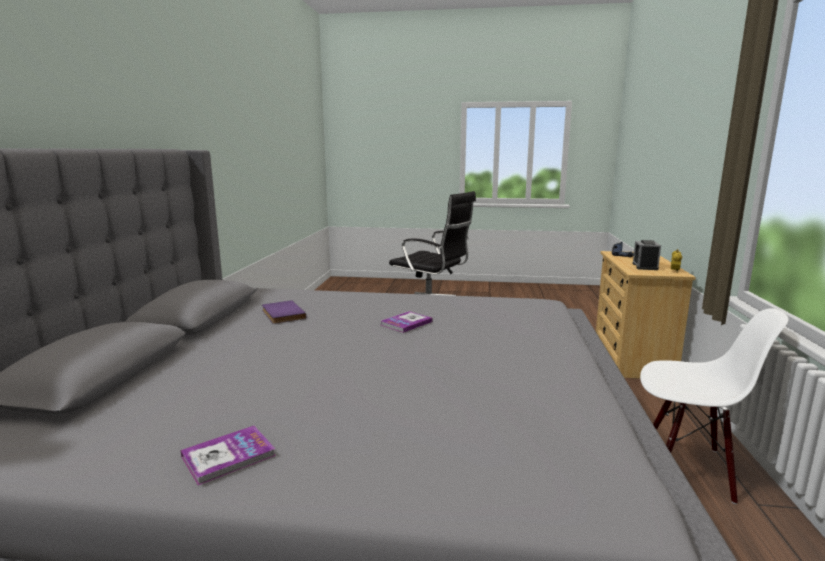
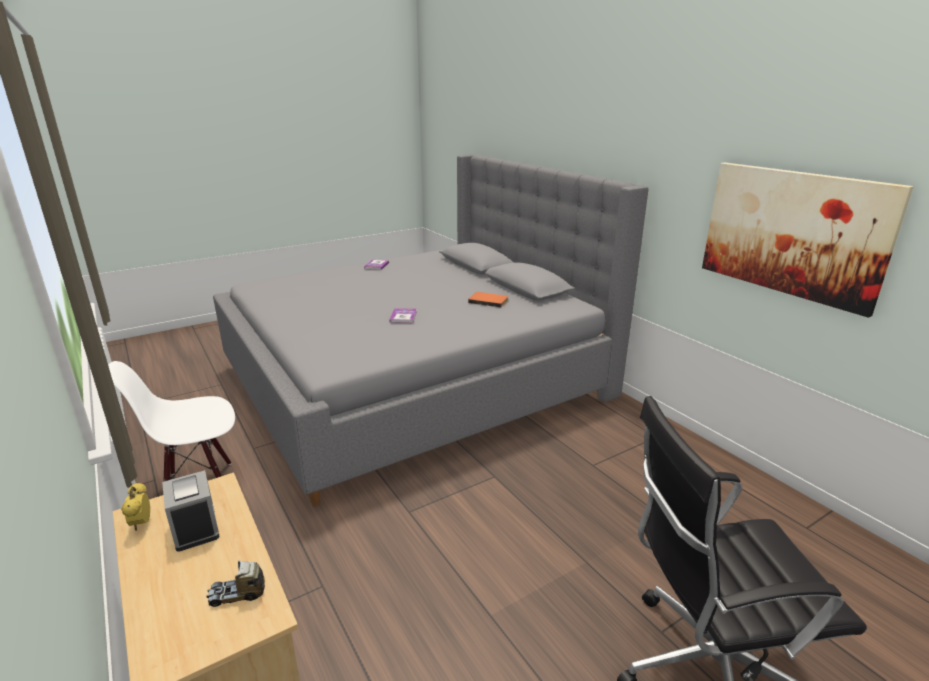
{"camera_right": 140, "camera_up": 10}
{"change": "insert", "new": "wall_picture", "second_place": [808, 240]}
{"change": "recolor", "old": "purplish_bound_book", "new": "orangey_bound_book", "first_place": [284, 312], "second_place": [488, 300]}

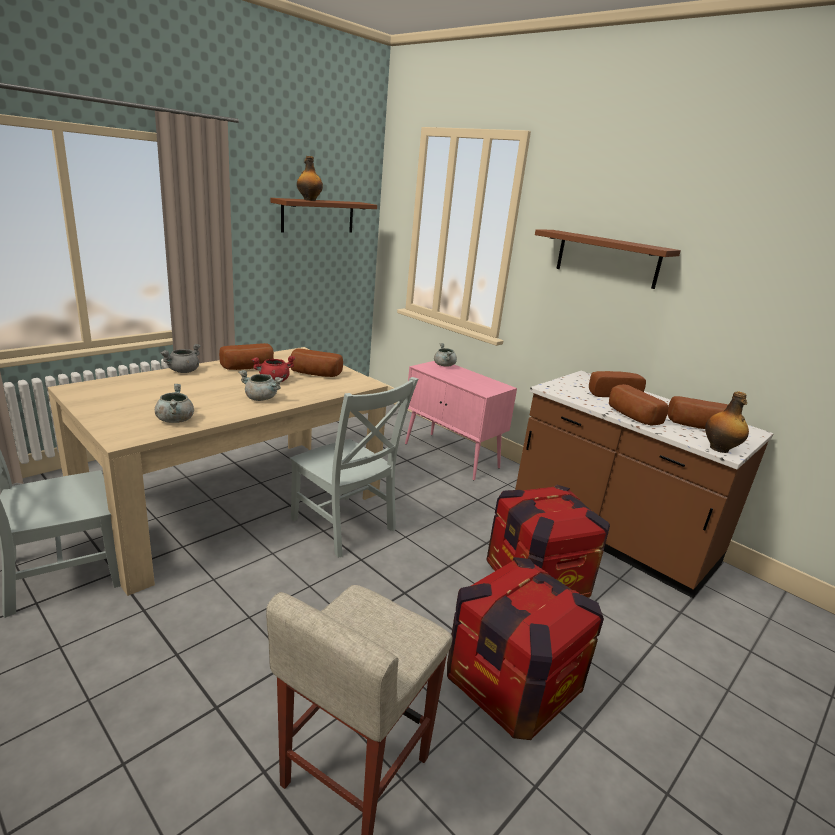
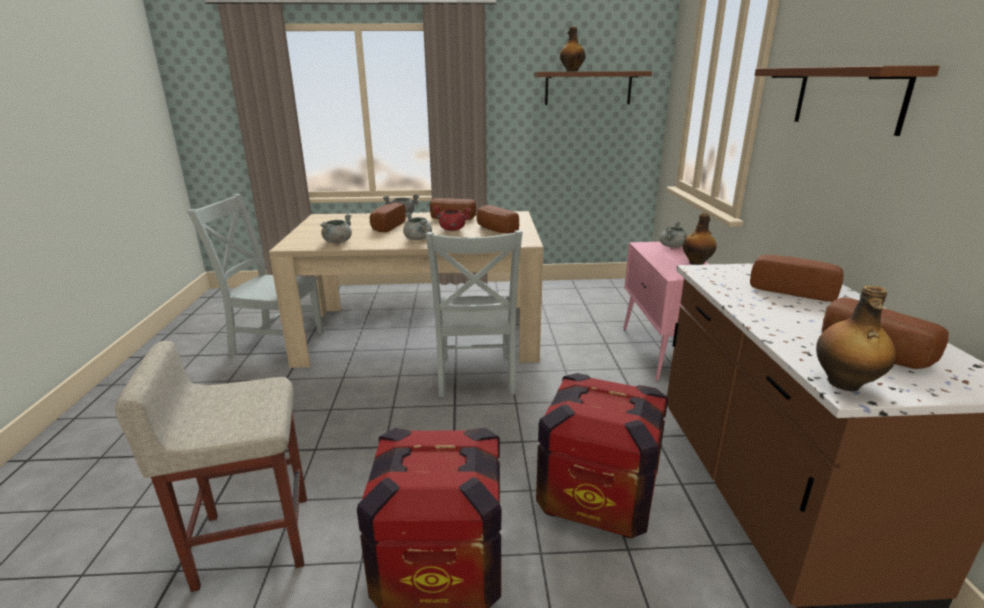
{"camera_right": 45, "camera_up": 0}
{"change": "insert", "new": "bottle", "second_place": [700, 239]}
{"change": "move", "old": "bread", "first_place": [638, 405], "second_place": [388, 217]}

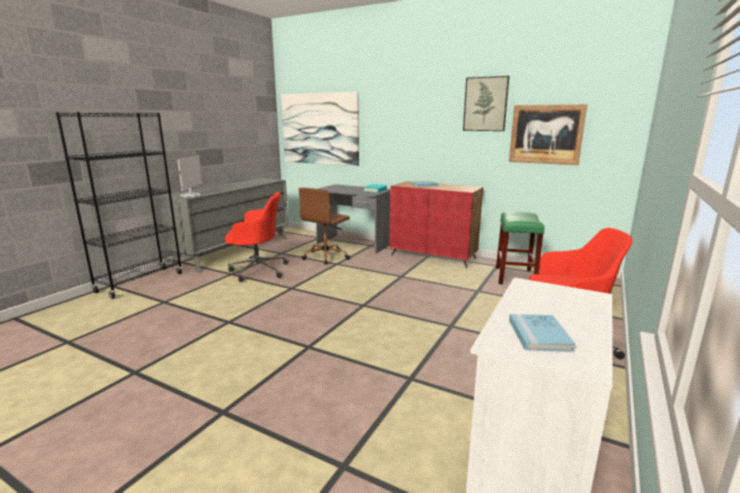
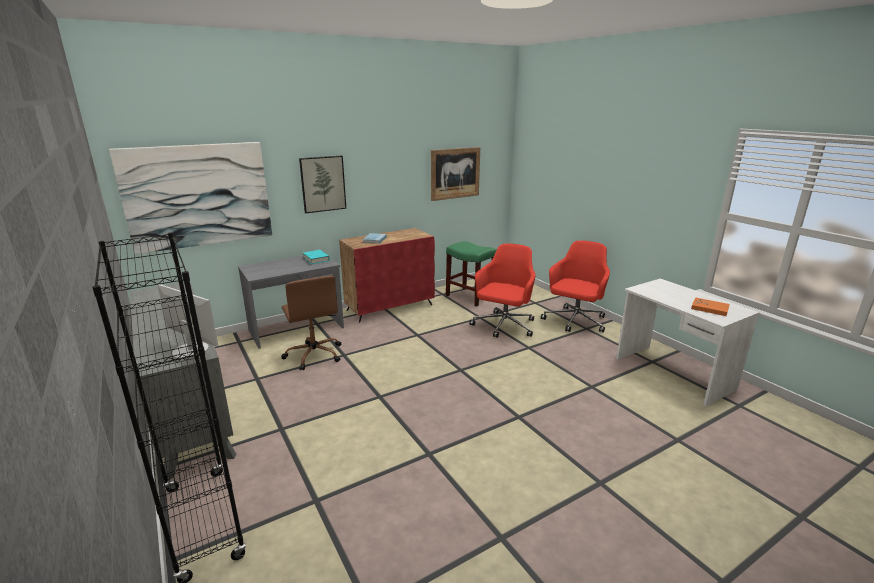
{"camera_right": -60, "camera_up": 5}
{"change": "move", "old": "red-coloured_computer_chair", "first_place": [257, 237], "second_place": [502, 290]}
{"change": "move", "old": "wall_picture", "first_place": [486, 103], "second_place": [322, 184]}
{"change": "recolor", "old": "blue_bound_book", "new": "orangey_bound_book", "first_place": [542, 333], "second_place": [710, 306]}

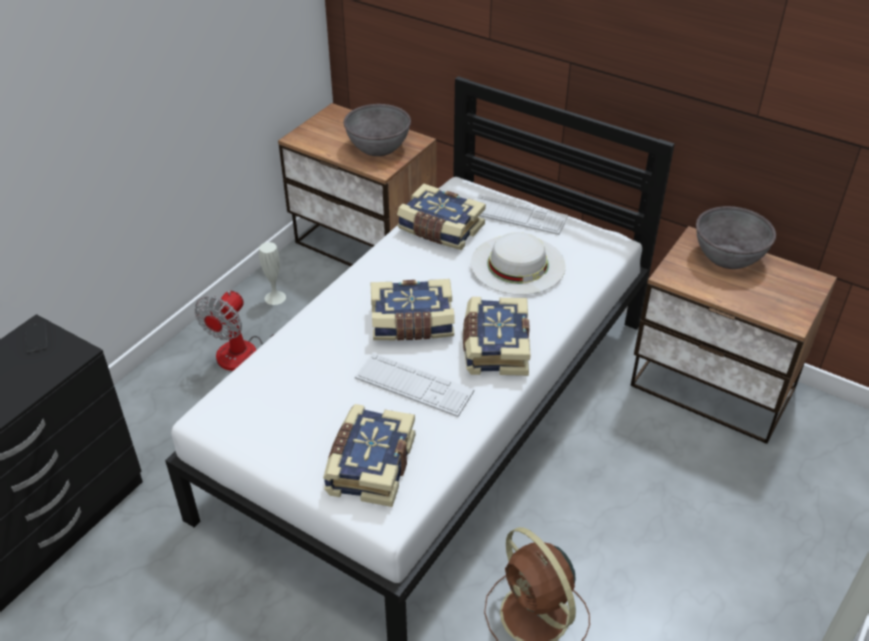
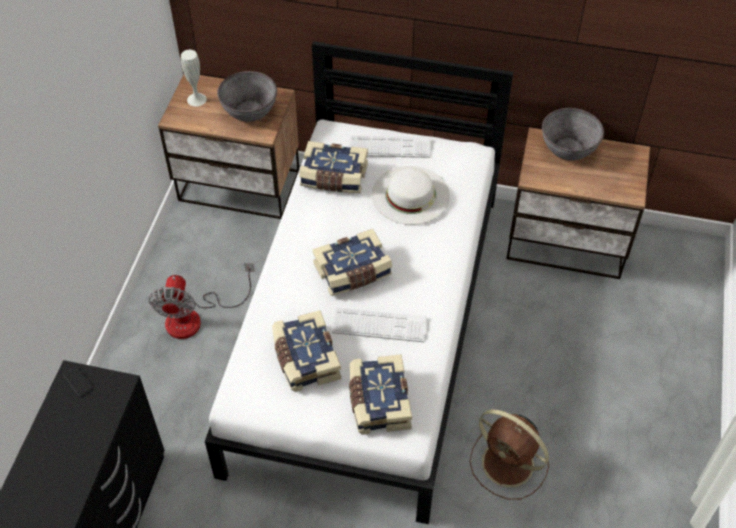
{"camera_right": -20, "camera_up": 10}
{"change": "move", "old": "white-coloured_decorative_vase", "first_place": [272, 273], "second_place": [194, 78]}
{"change": "move", "old": "bound_book", "first_place": [496, 336], "second_place": [306, 351]}

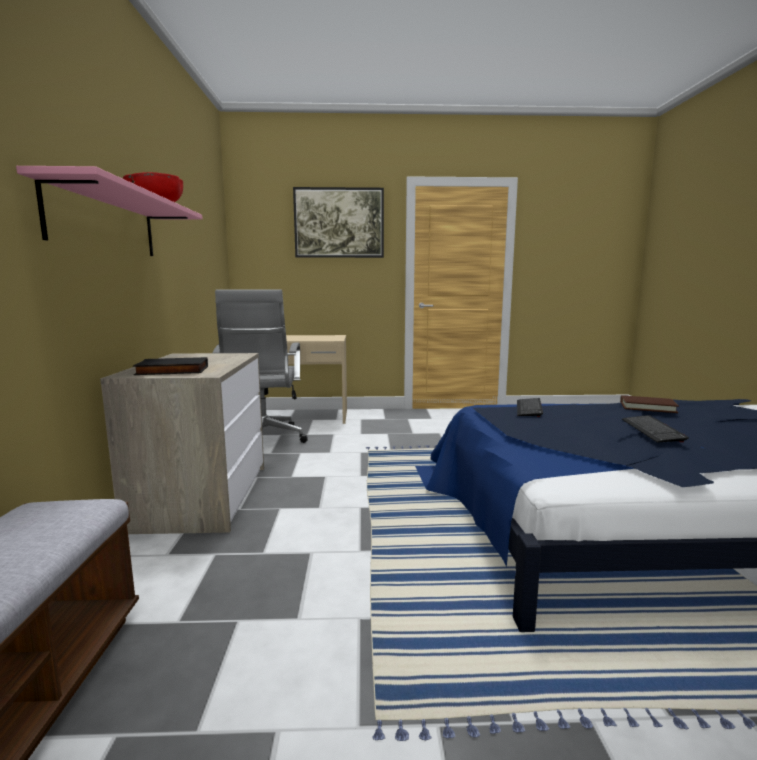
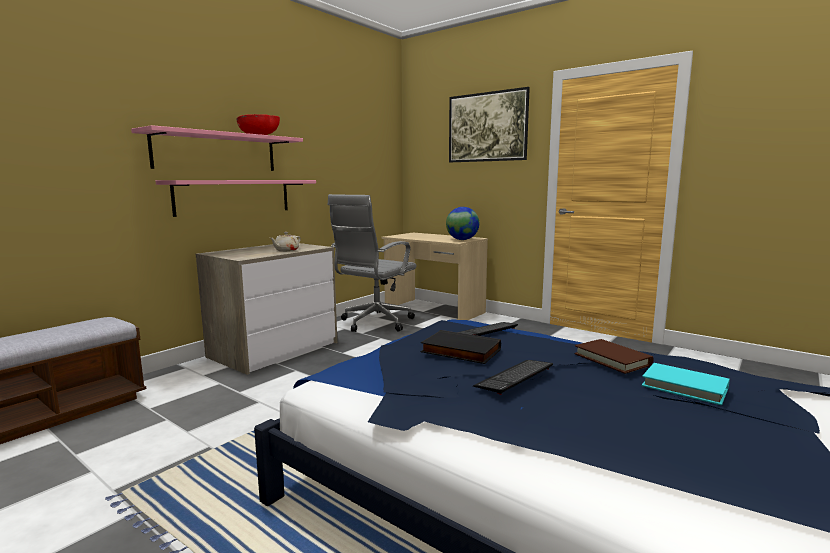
{"camera_right": 40, "camera_up": 0}
{"change": "insert", "new": "pink_bracket_shelf", "second_place": [235, 198]}
{"change": "insert", "new": "beige-coloured_pot_for_tea", "second_place": [285, 242]}
{"change": "insert", "new": "desk_globe", "second_place": [462, 223]}
{"change": "insert", "new": "turquoise_bound_book", "second_place": [686, 384]}
{"change": "move", "old": "black-coloured_bound_book", "first_place": [170, 366], "second_place": [461, 347]}

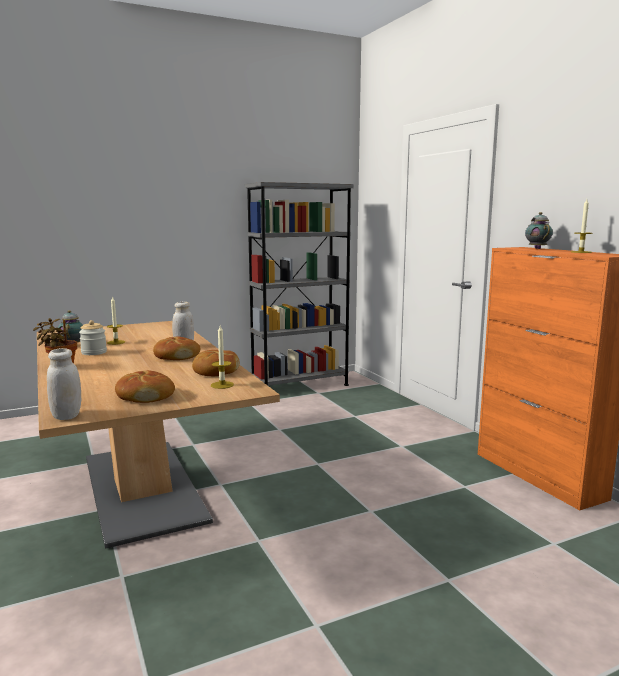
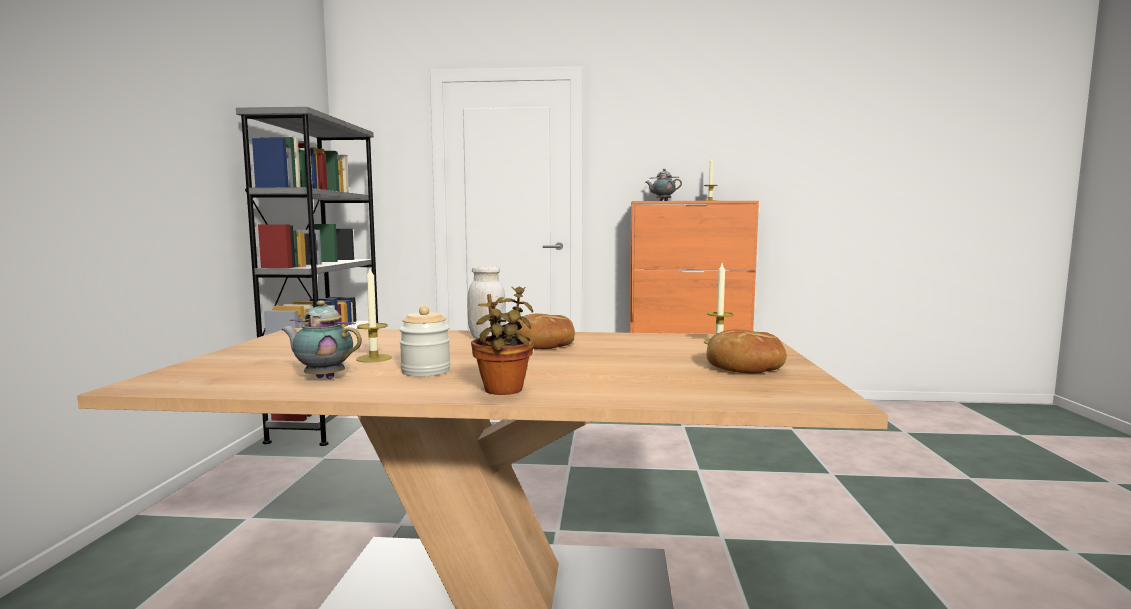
{"camera_right": -60, "camera_up": -5}
{"change": "delete", "old": "white-coloured_preserve_jar", "first_place": [64, 384]}
{"change": "delete", "old": "bread", "first_place": [216, 363]}

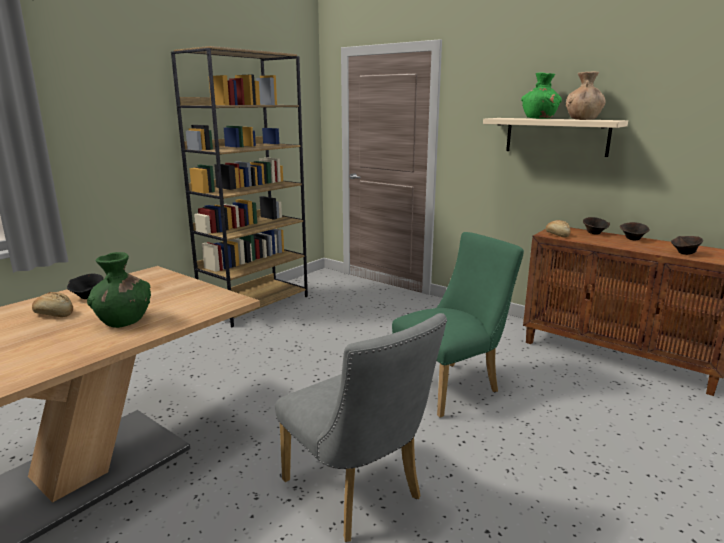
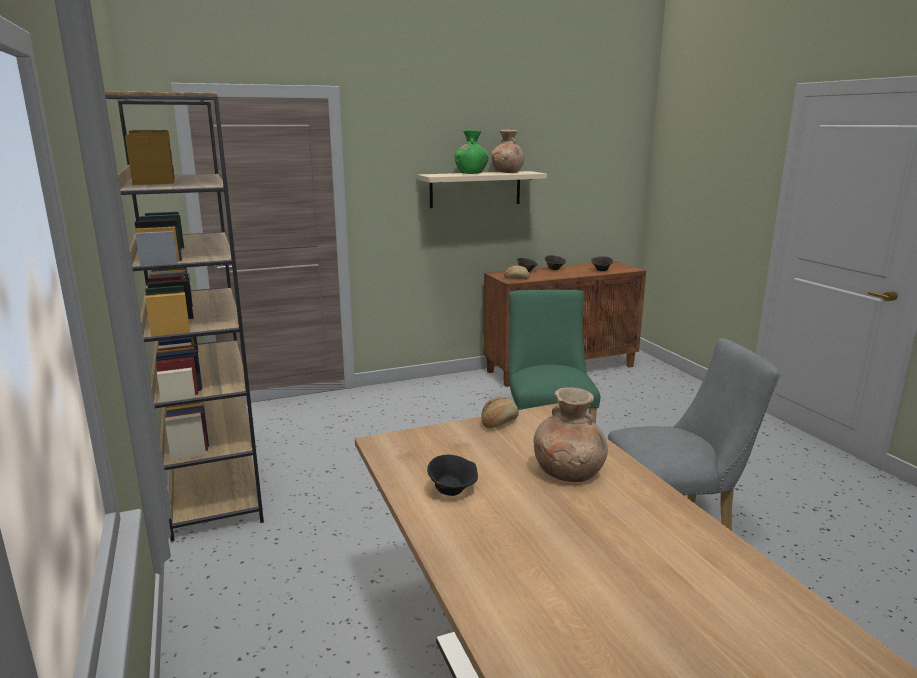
{"camera_right": -60, "camera_up": 0}
{"change": "move", "old": "bread", "first_place": [52, 304], "second_place": [500, 412]}
{"change": "recolor", "old": "green_decorative_vase", "new": "brownish_decorative_vase", "first_place": [119, 290], "second_place": [571, 435]}

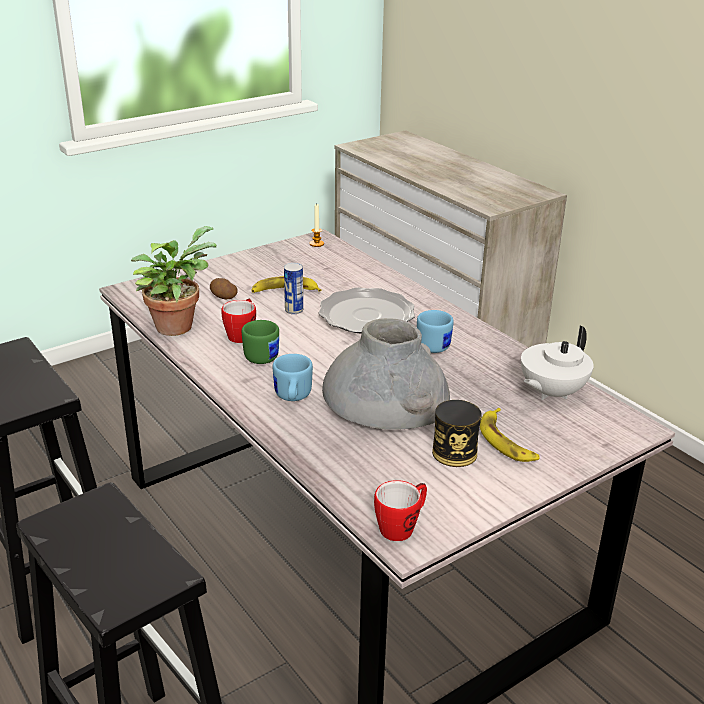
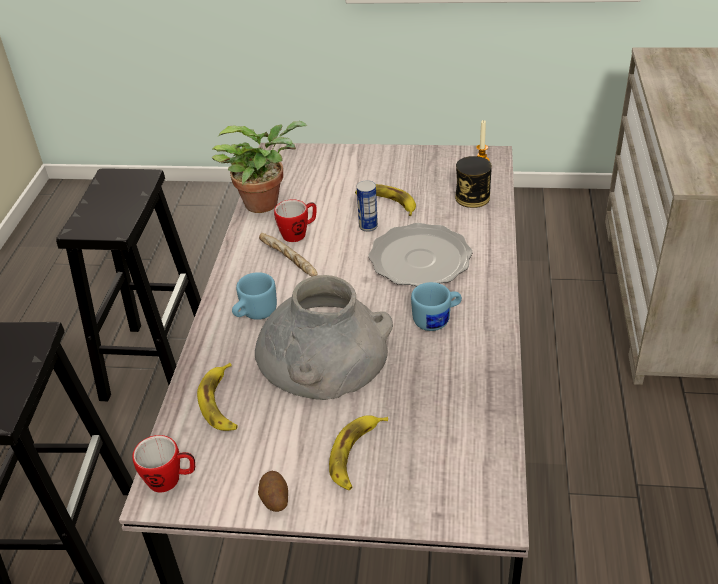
{"camera_right": 45, "camera_up": 10}
{"change": "delete", "old": "white-coloured_pot_for_tea", "first_place": [557, 362]}
{"change": "insert", "new": "banana_fruit", "second_place": [217, 397]}
{"change": "move", "old": "whole_potato", "first_place": [223, 288], "second_place": [273, 491]}
{"change": "move", "old": "can", "first_place": [457, 433], "second_place": [473, 182]}
{"change": "replace", "old": "green_mug", "new": "bread", "first_place": [260, 342], "second_place": [288, 254]}

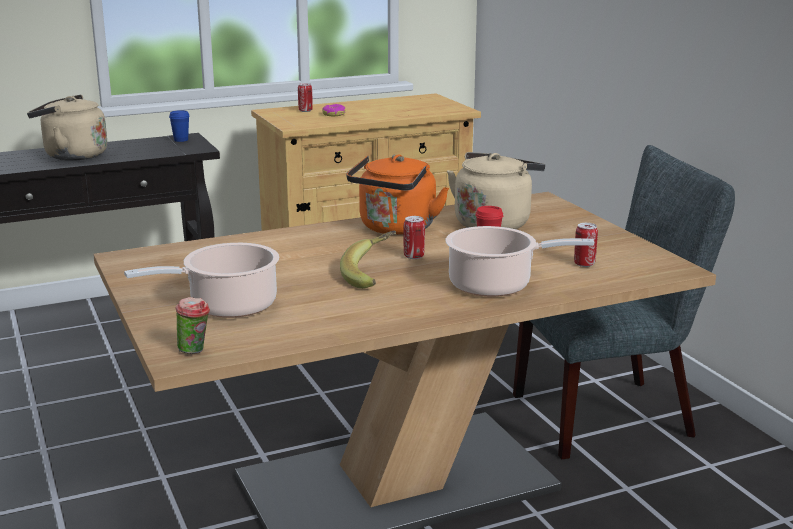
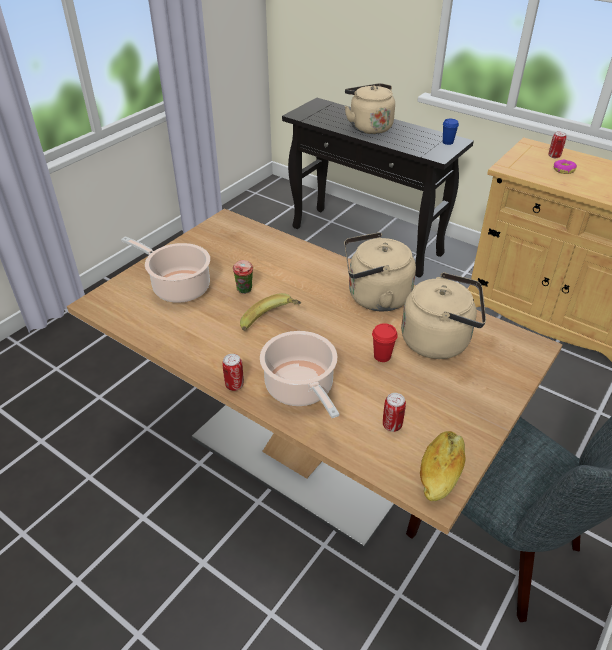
{"camera_right": 60, "camera_up": 20}
{"change": "insert", "new": "bread", "second_place": [443, 466]}
{"change": "move", "old": "drinking_cup", "first_place": [193, 325], "second_place": [243, 277]}
{"change": "move", "old": "can", "first_place": [414, 237], "second_place": [233, 372]}
{"change": "recolor", "old": "orangey_kettle", "new": "beige-coloured_kettle", "first_place": [397, 194], "second_place": [380, 271]}

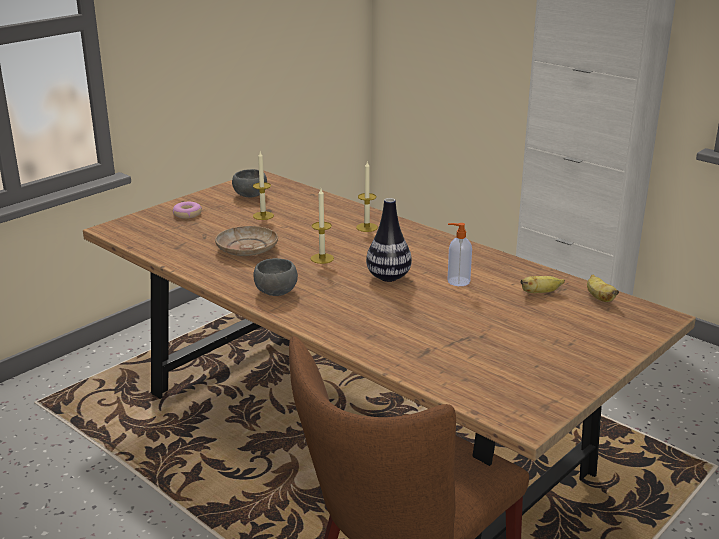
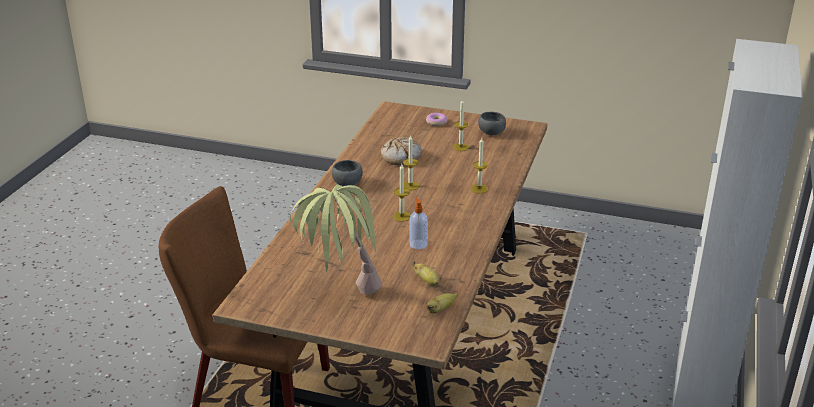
{"camera_right": 65, "camera_up": 5}
{"change": "insert", "new": "houseplant", "second_place": [336, 239]}
{"change": "replace", "old": "beige-coloured_flat_dish", "new": "bread", "first_place": [246, 241], "second_place": [401, 151]}
{"change": "replace", "old": "decorative_vase", "new": "wax_light", "first_place": [389, 240], "second_place": [402, 193]}

